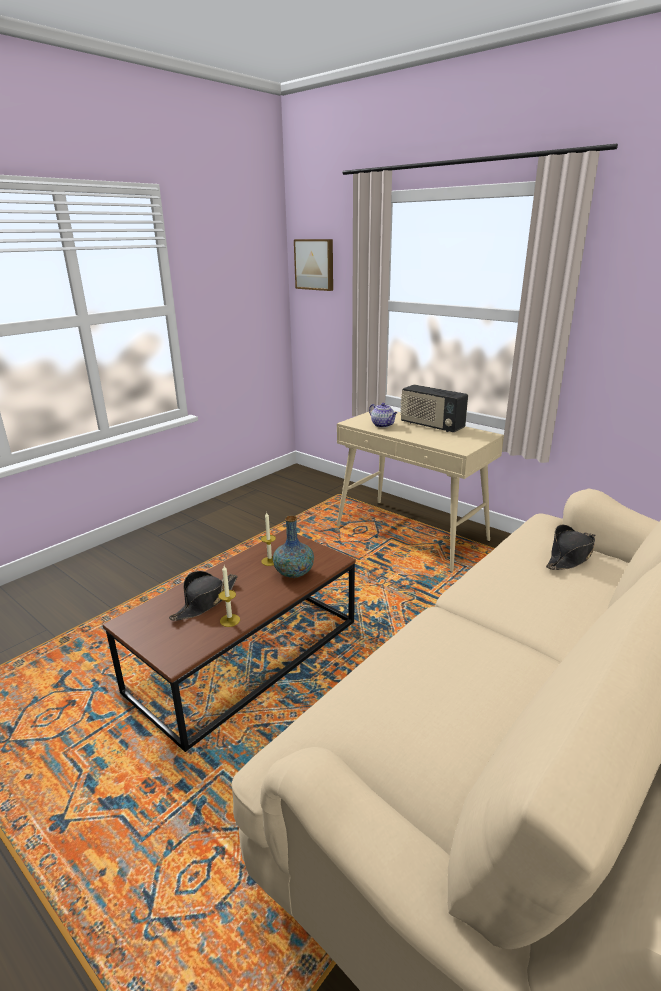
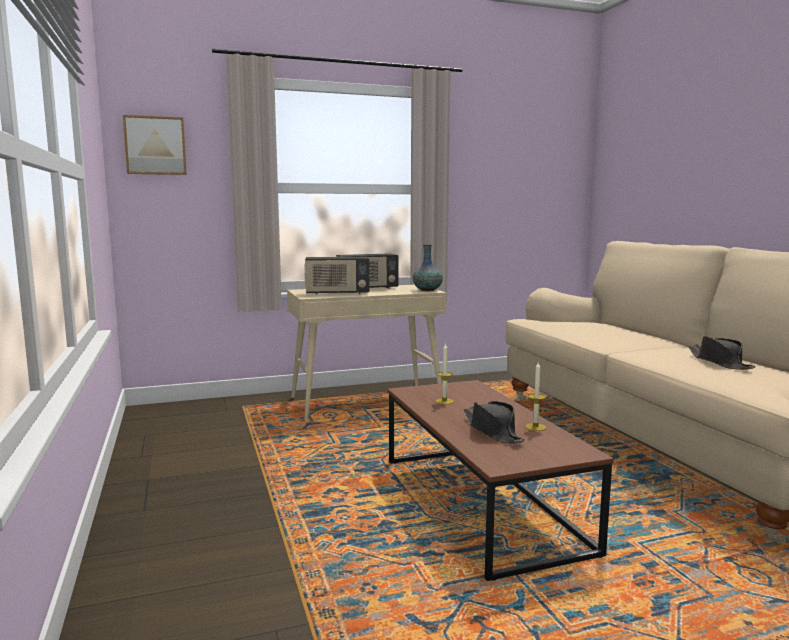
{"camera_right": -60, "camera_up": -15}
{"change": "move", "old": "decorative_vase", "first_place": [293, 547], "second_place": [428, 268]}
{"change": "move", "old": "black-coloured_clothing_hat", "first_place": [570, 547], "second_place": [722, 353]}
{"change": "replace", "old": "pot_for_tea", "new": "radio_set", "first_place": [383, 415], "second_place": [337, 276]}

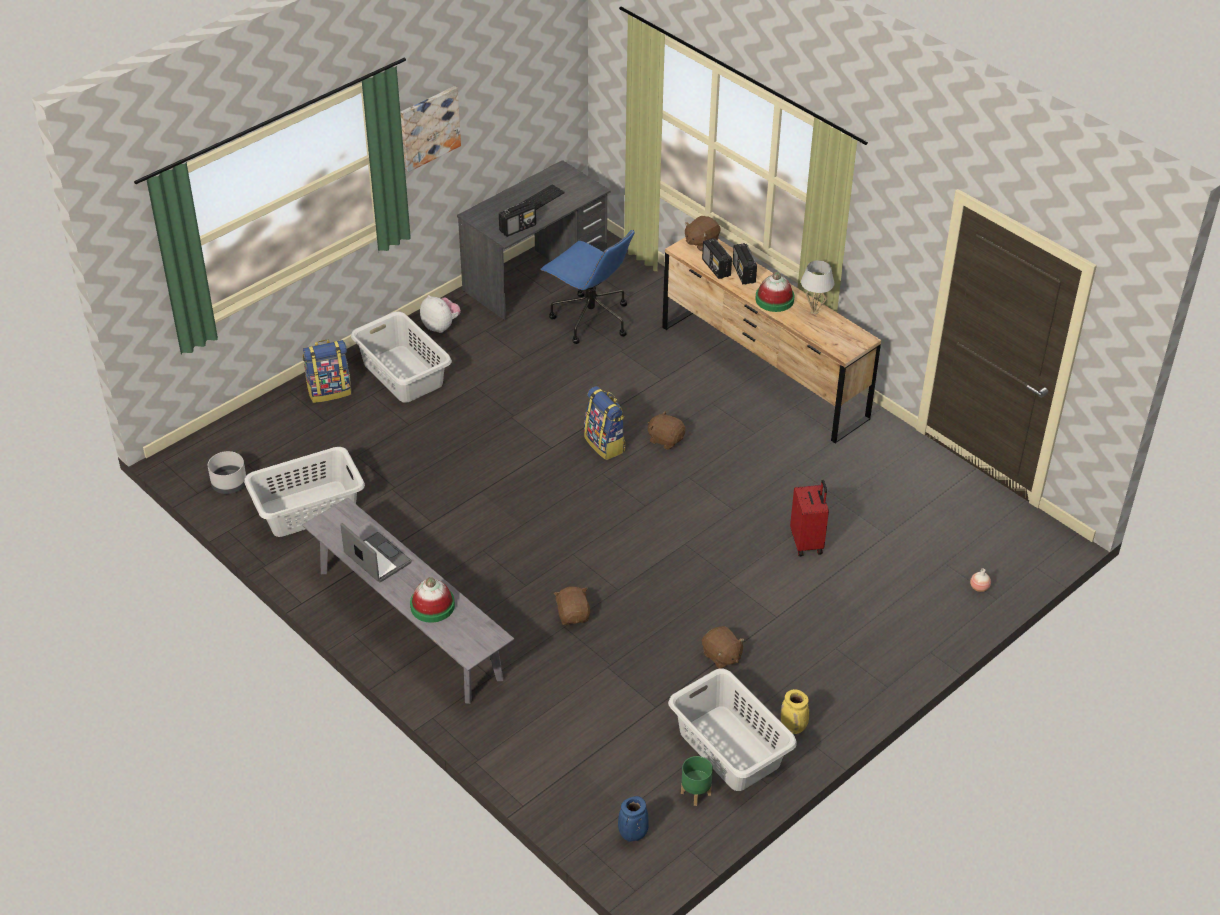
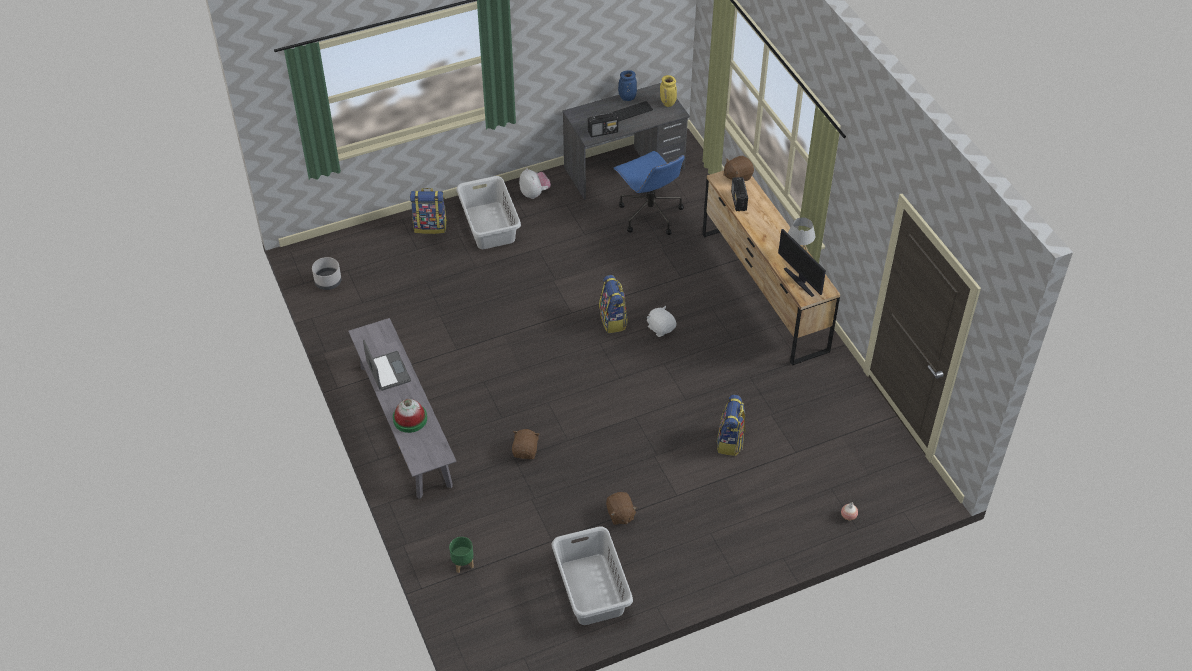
{"camera_right": 20, "camera_up": 5}
{"change": "delete", "old": "gray_hamper", "first_place": [304, 492]}
{"change": "delete", "old": "wall_picture", "first_place": [430, 129]}
{"change": "delete", "old": "radio_set", "first_place": [745, 263]}
{"change": "delete", "old": "clothing_hat", "first_place": [774, 291]}
{"change": "insert", "new": "monitor", "second_place": [802, 263]}
{"change": "move", "old": "blue_decorative_vase", "first_place": [633, 819], "second_place": [627, 85]}
{"change": "move", "old": "green_planter", "first_place": [697, 781], "second_place": [461, 555]}
{"change": "move", "old": "yellow-coloured_decorative_vase", "first_place": [795, 711], "second_place": [668, 91]}
{"change": "replace", "old": "red-coloured_suitcase", "new": "rucksack", "first_place": [809, 518], "second_place": [730, 425]}
{"change": "recolor", "old": "brownish_cuddly_toy", "new": "white-coloured_cuddly_toy", "first_place": [666, 430], "second_place": [661, 321]}

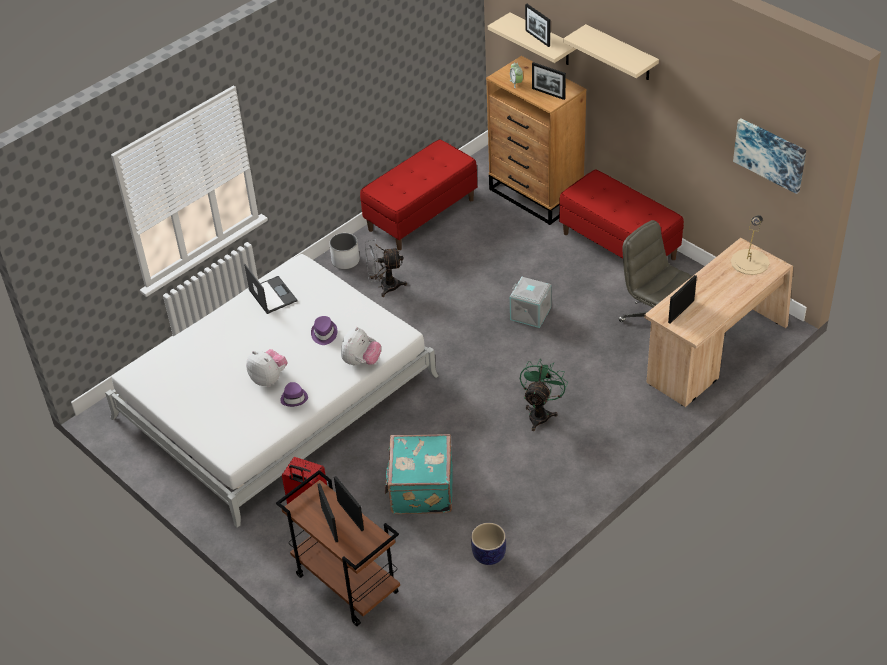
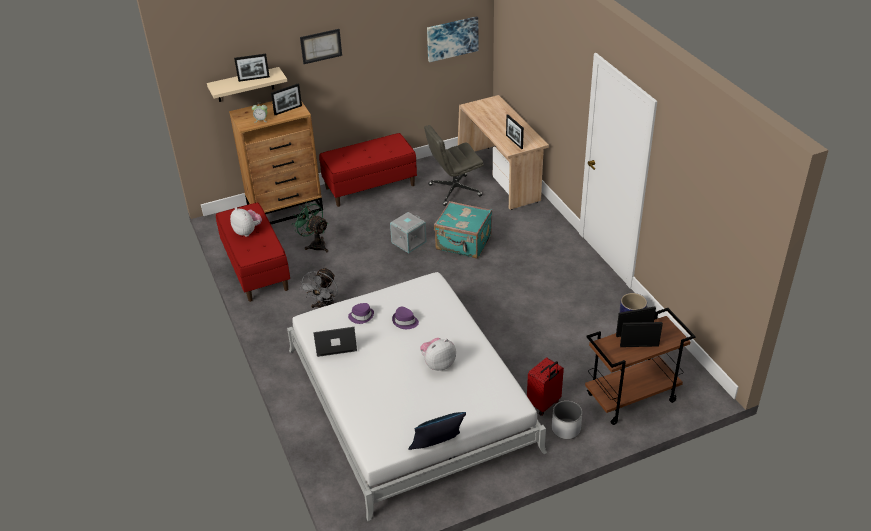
{"camera_right": -70, "camera_up": -5}
{"change": "delete", "old": "beige-coloured_tabletop_lamp", "first_place": [750, 245]}
{"change": "insert", "new": "blue_throw_pillow", "second_place": [437, 431]}
{"change": "move", "old": "purplish_clothing_hat", "first_place": [294, 394], "second_place": [361, 313]}
{"change": "move", "old": "white-coloured_planter", "first_place": [344, 251], "second_place": [567, 420]}
{"change": "move", "old": "cuddly_toy", "first_place": [361, 346], "second_place": [246, 222]}
{"change": "move", "old": "turquoise_suitcase", "first_place": [419, 474], "second_place": [463, 230]}
{"change": "move", "old": "green_cooling_fan", "first_place": [544, 395], "second_place": [310, 227]}
{"change": "replace", "old": "beige-coloured_bracket_shelf", "new": "wall_picture", "first_place": [611, 52], "second_place": [321, 46]}

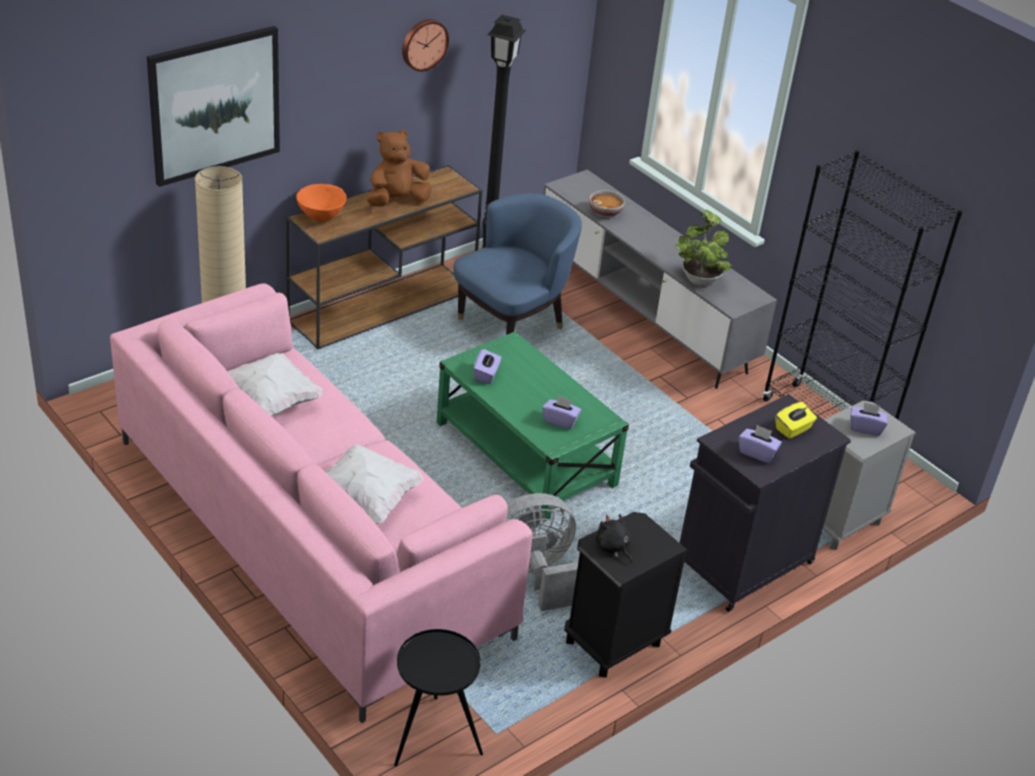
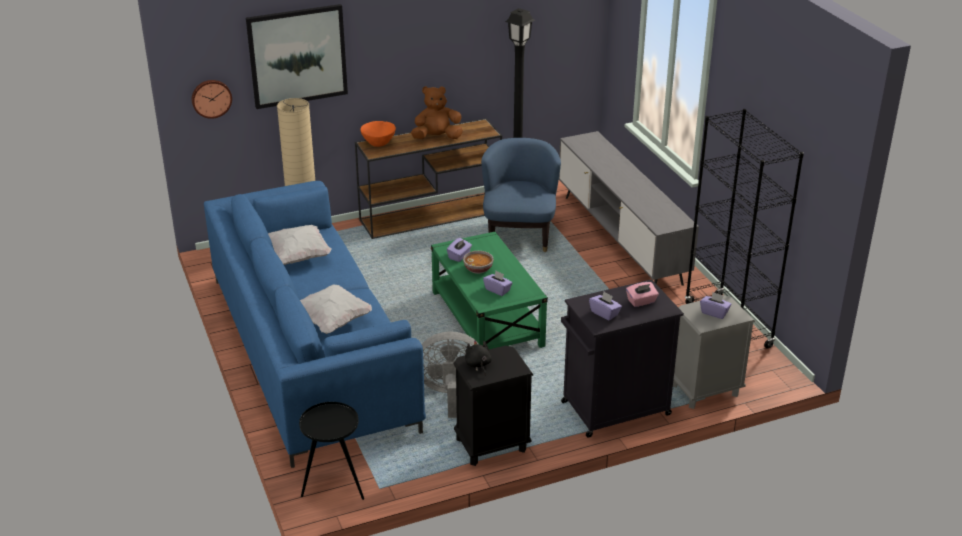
{"camera_right": 20, "camera_up": -5}
{"change": "delete", "old": "houseplant", "first_place": [704, 247]}
{"change": "move", "old": "wall_clock", "first_place": [425, 45], "second_place": [212, 99]}
{"change": "move", "old": "deep_dish", "first_place": [607, 204], "second_place": [478, 262]}
{"change": "recolor", "old": "pink_settee", "new": "blue_settee", "first_place": [321, 503], "second_place": [315, 324]}
{"change": "recolor", "old": "yellow-coloured_tissue_holder", "new": "pink_tissue_holder", "first_place": [796, 420], "second_place": [642, 294]}
{"change": "rotate", "old": "blue_lounge_chair", "first_place": [517, 264], "second_place": [521, 195], "degrees": -60}

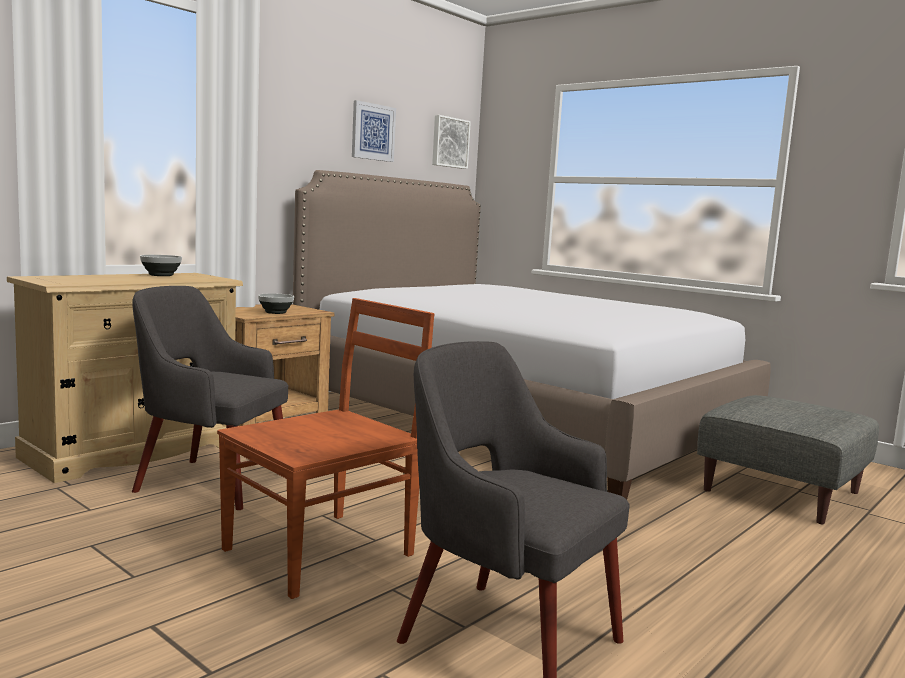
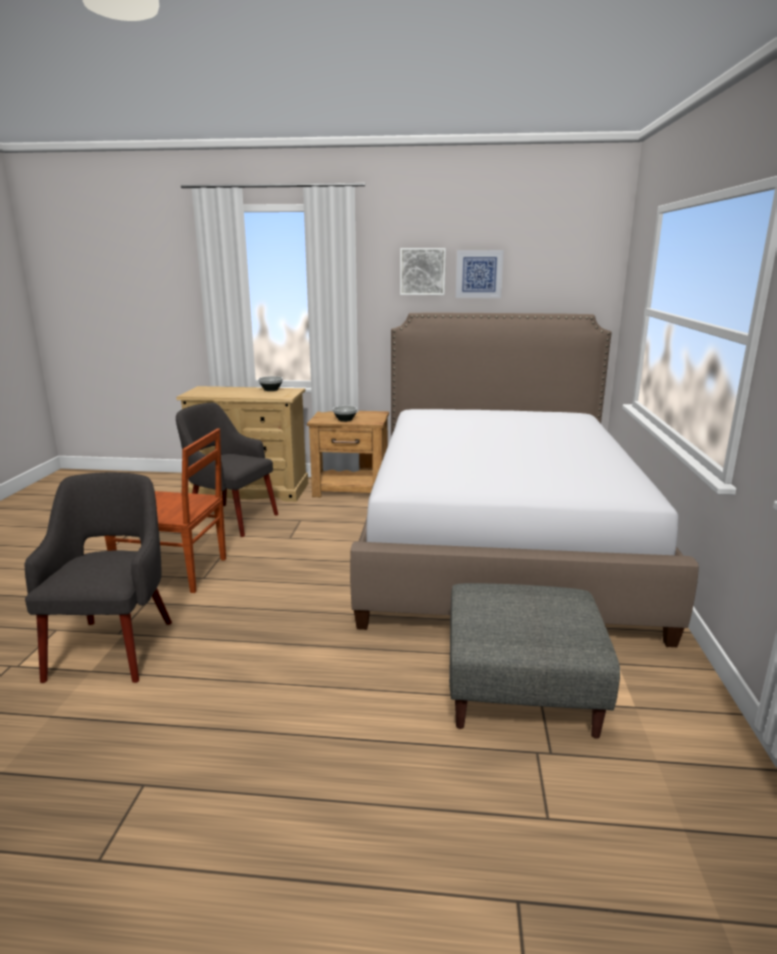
{"camera_right": 55, "camera_up": 10}
{"change": "move", "old": "wall_picture", "first_place": [451, 142], "second_place": [423, 271]}
{"change": "rotate", "old": "gray_lounge_chair", "first_place": [210, 398], "second_place": [227, 470], "degrees": -45}

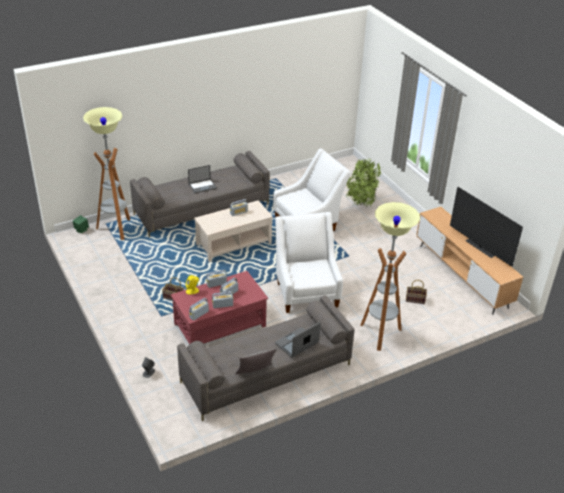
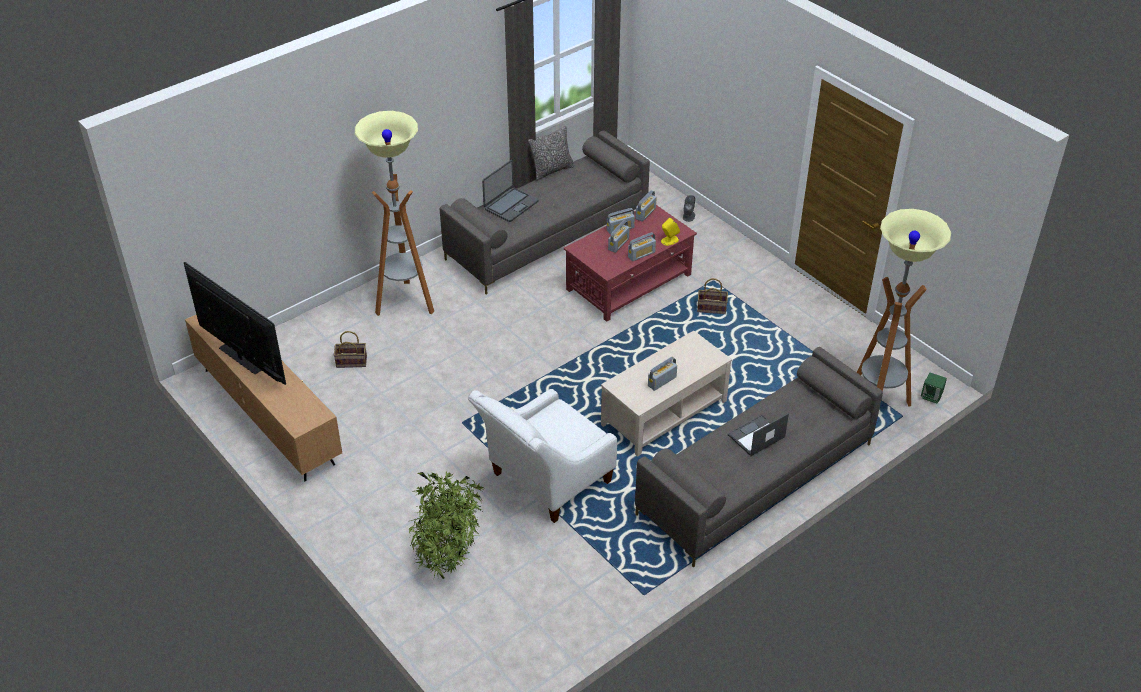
{"camera_right": 170, "camera_up": 5}
{"change": "delete", "old": "white-coloured_lounge_chair", "first_place": [309, 262]}

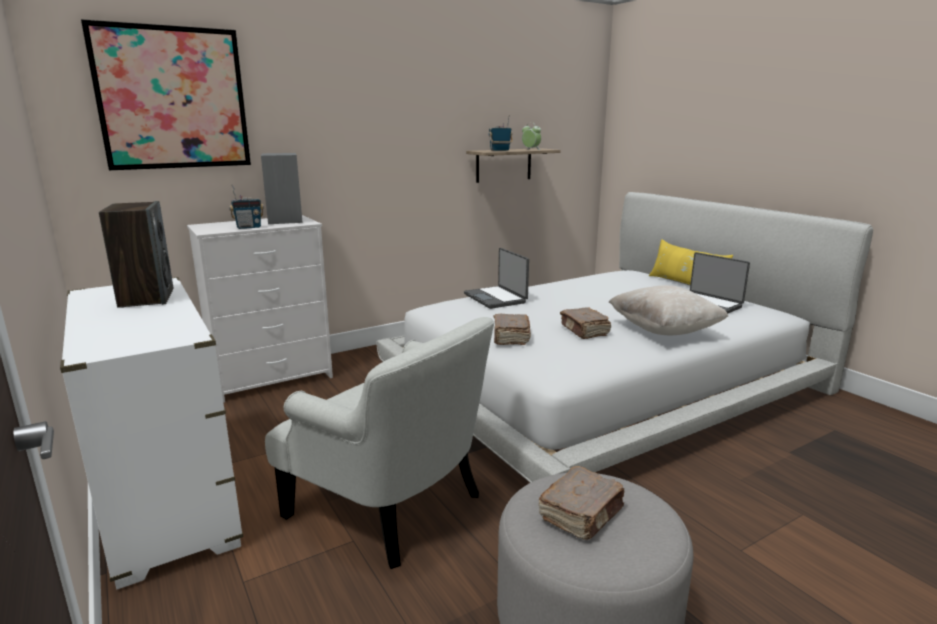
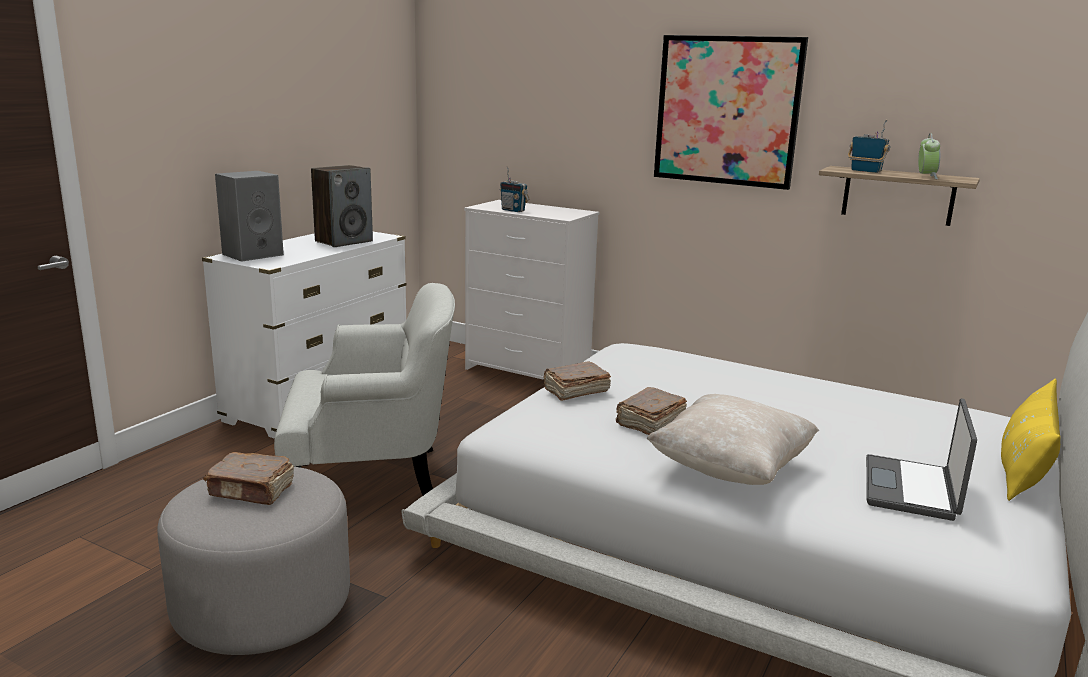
{"camera_right": 60, "camera_up": 0}
{"change": "delete", "old": "laptop", "first_place": [496, 278]}
{"change": "move", "old": "wall_picture", "first_place": [166, 94], "second_place": [731, 112]}
{"change": "move", "old": "gray_loudspeaker", "first_place": [282, 188], "second_place": [249, 216]}
{"change": "rotate", "old": "white-coloured_lounge_chair", "first_place": [380, 443], "second_place": [364, 389], "degrees": -105}

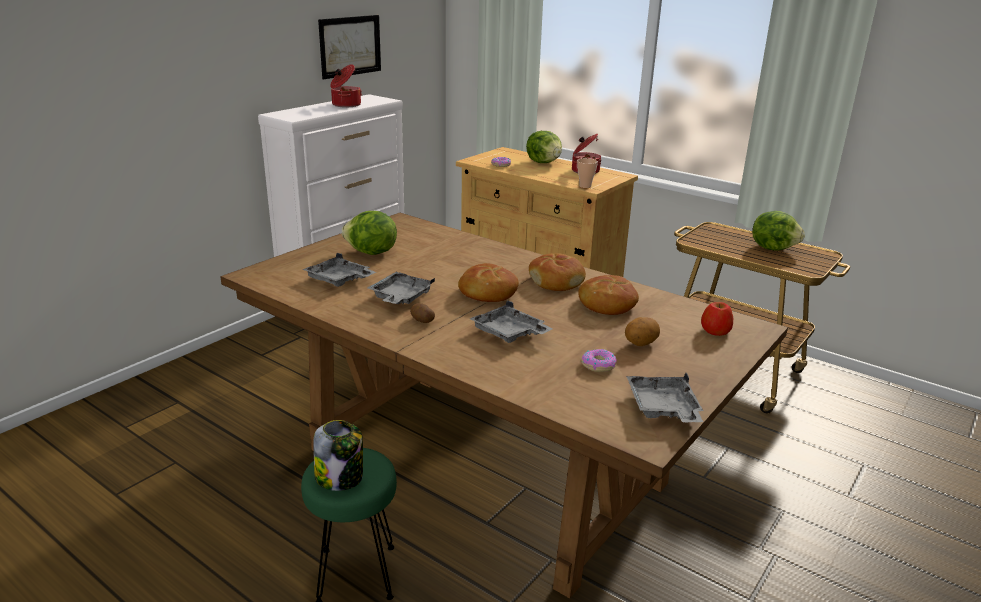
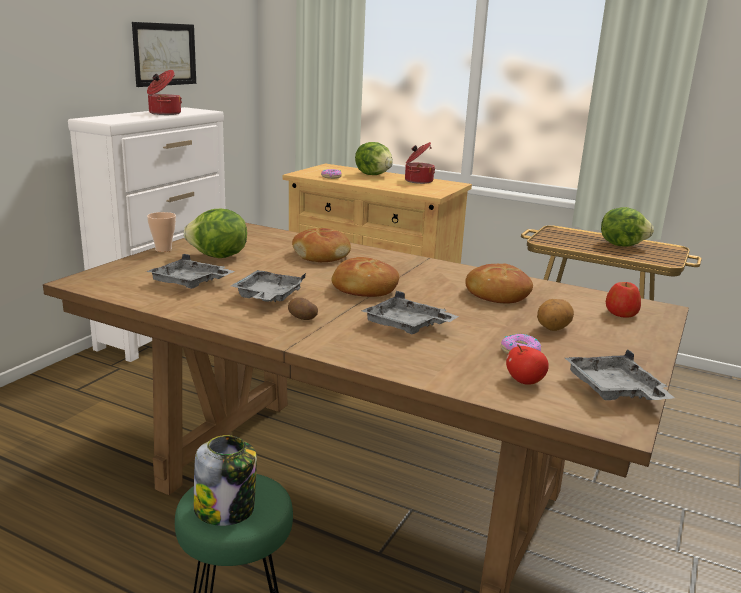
{"camera_right": -10, "camera_up": -5}
{"change": "insert", "new": "apple", "second_place": [527, 364]}
{"change": "move", "old": "bread", "first_place": [557, 272], "second_place": [321, 245]}
{"change": "move", "old": "drinking_cup", "first_place": [587, 173], "second_place": [161, 232]}

